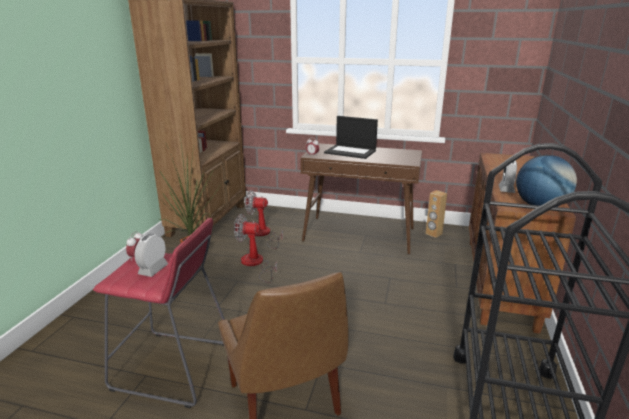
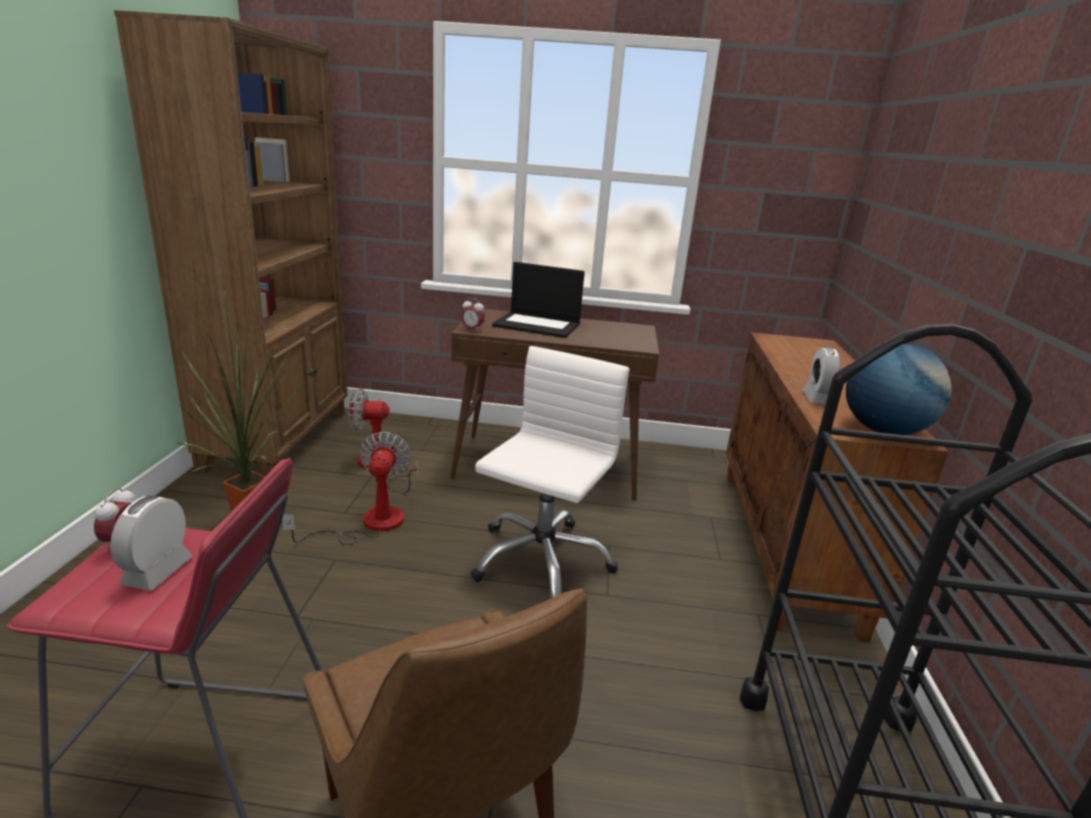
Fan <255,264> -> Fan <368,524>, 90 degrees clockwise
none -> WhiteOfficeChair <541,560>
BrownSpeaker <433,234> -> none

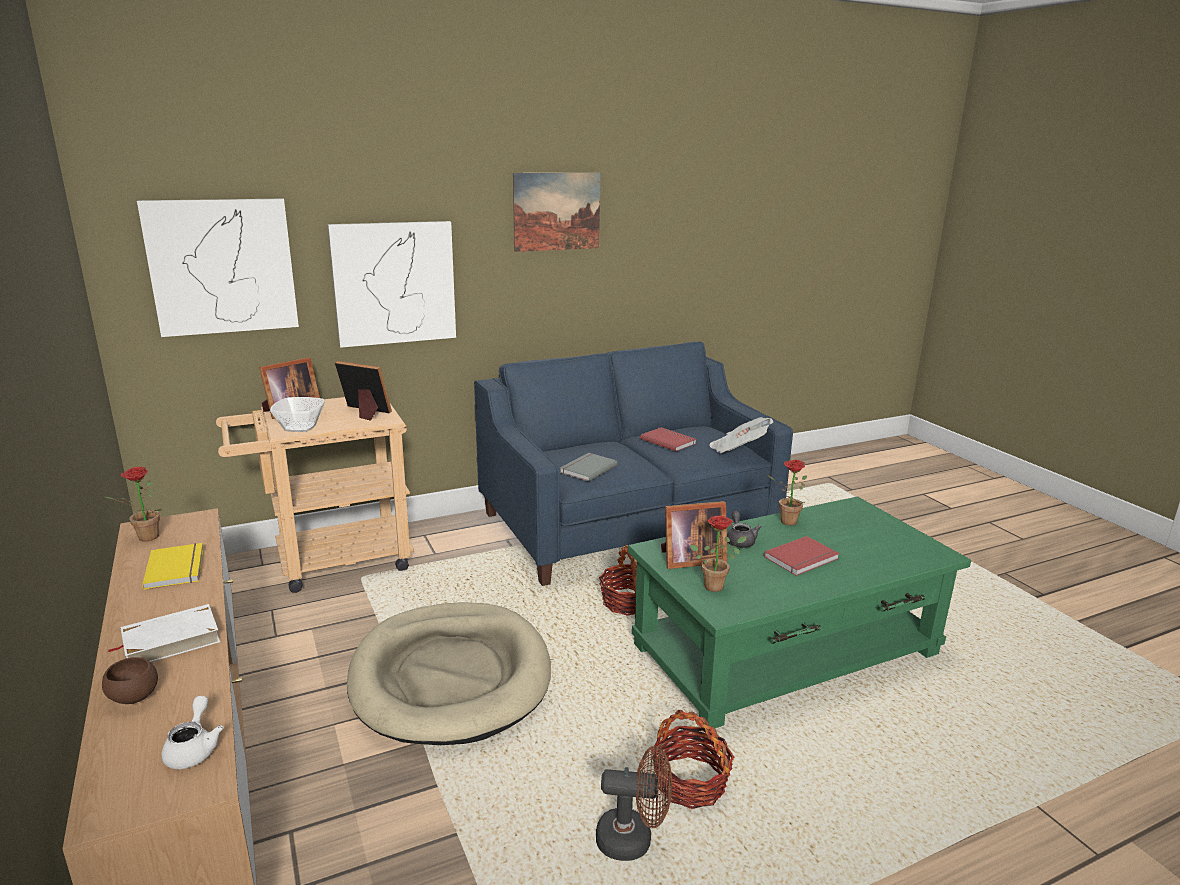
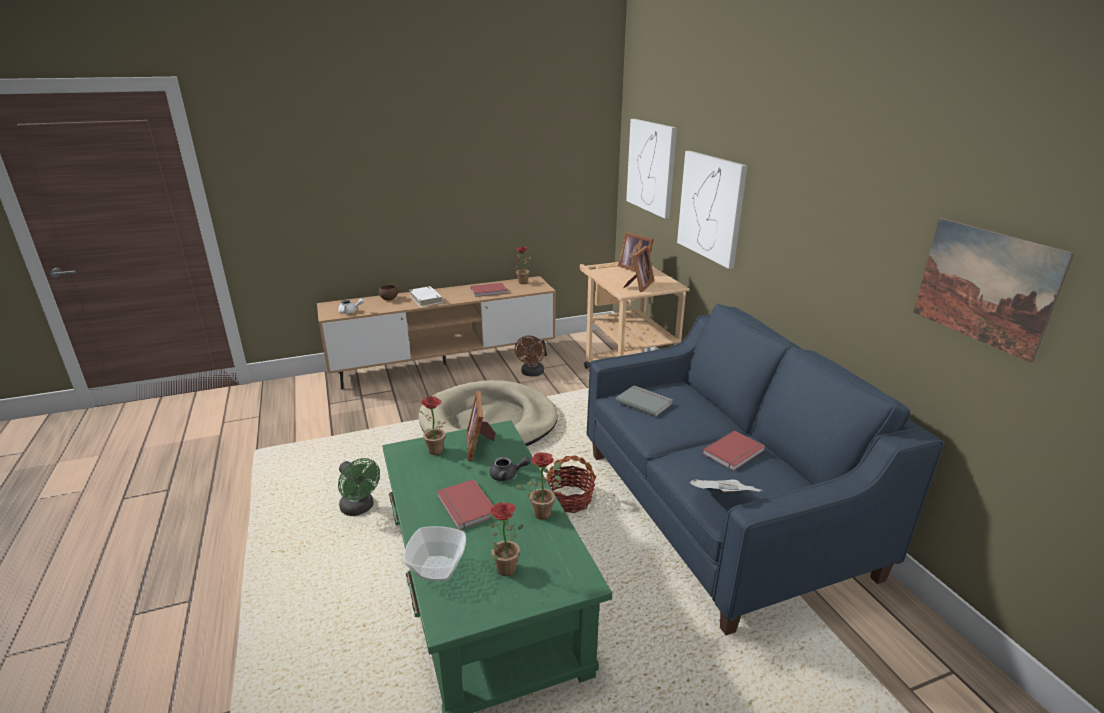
Basket <689,783> -> GreenFan <360,508>
Bowl <299,427> -> Bowl <437,568>, shifted
YellowBook <177,568> -> RedBook <489,291>
none -> PottedPlant <503,567>
BrownFan <633,839> -> BrownFan <532,373>, shifted
Picture <557,211> -> Picture <985,286>, shifted

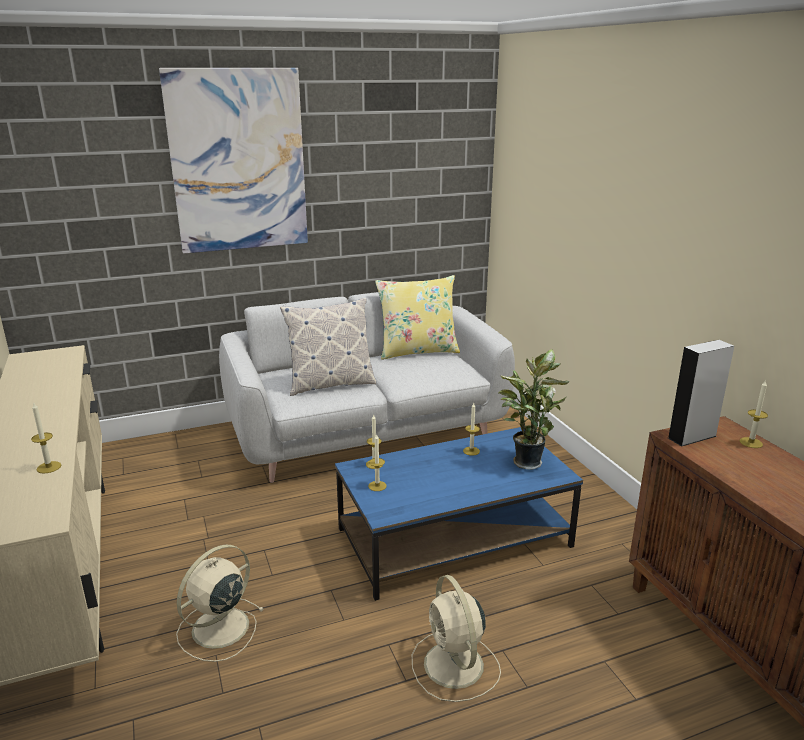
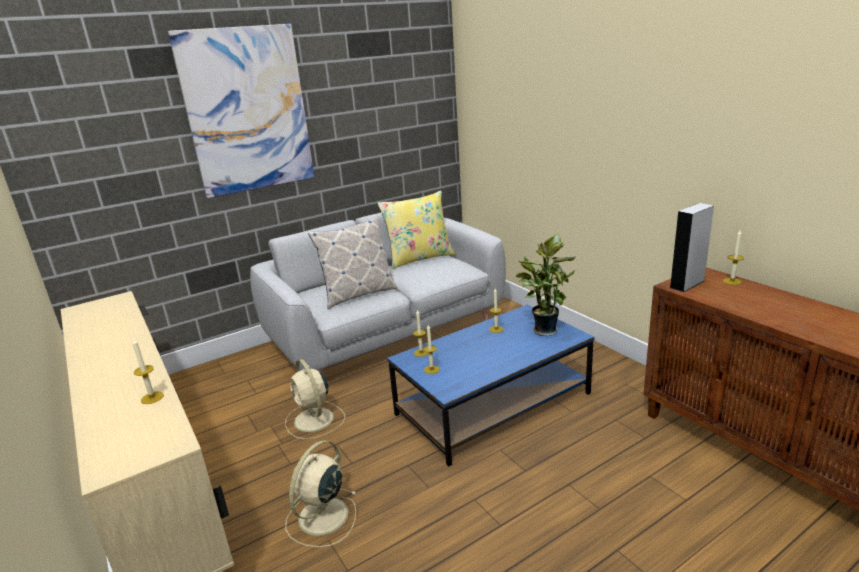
BeigeFan <454,666> -> BeigeFan <314,420>, shifted

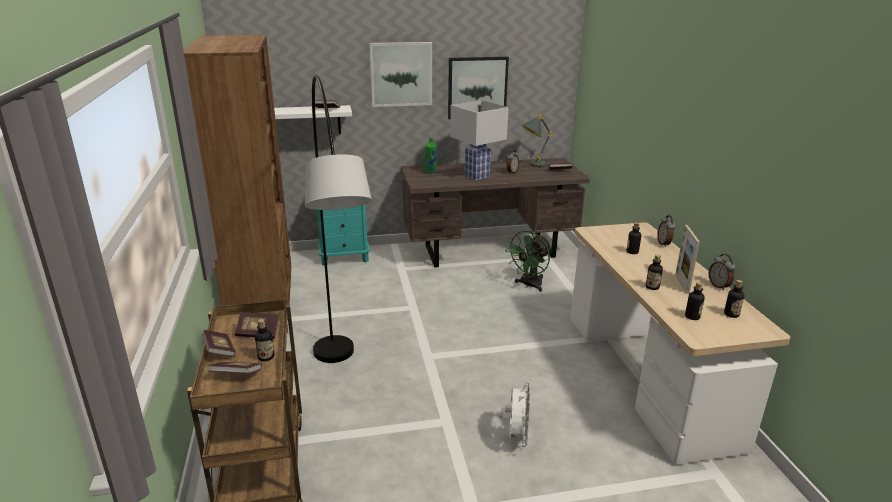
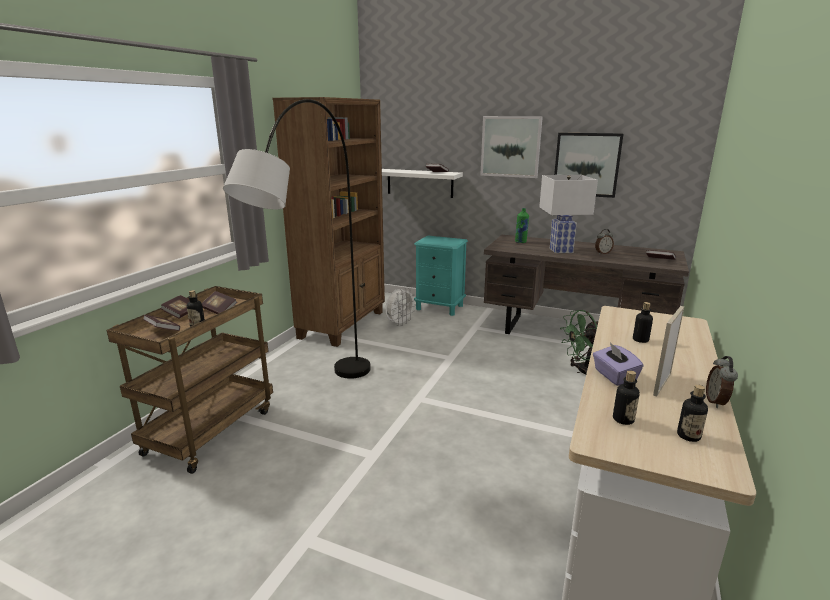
WhiteFan <515,438> -> WhiteFan <399,323>, shifted
Bottle <652,287> -> PurpleTissueBox <614,376>
GreyTableLamp <532,165> -> none
AlarmClock <664,244> -> none

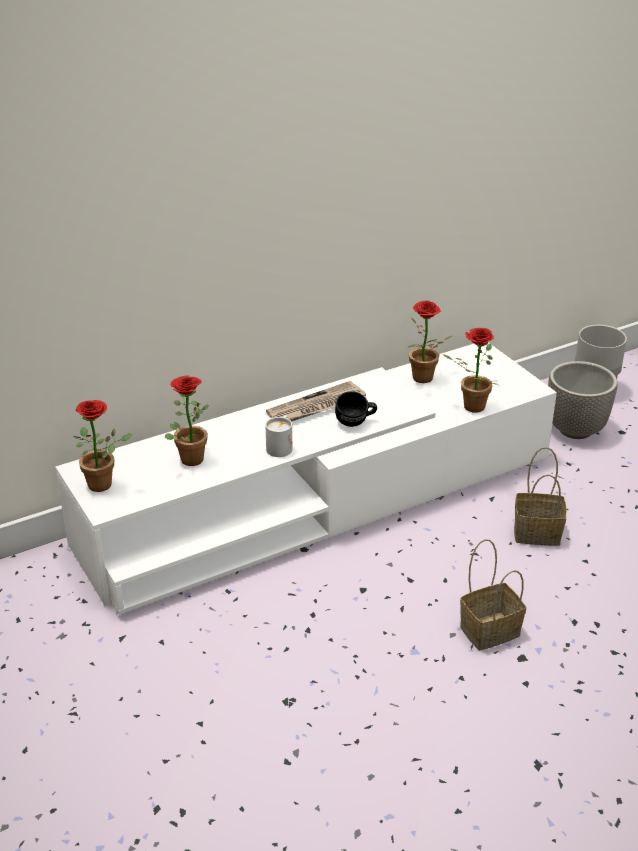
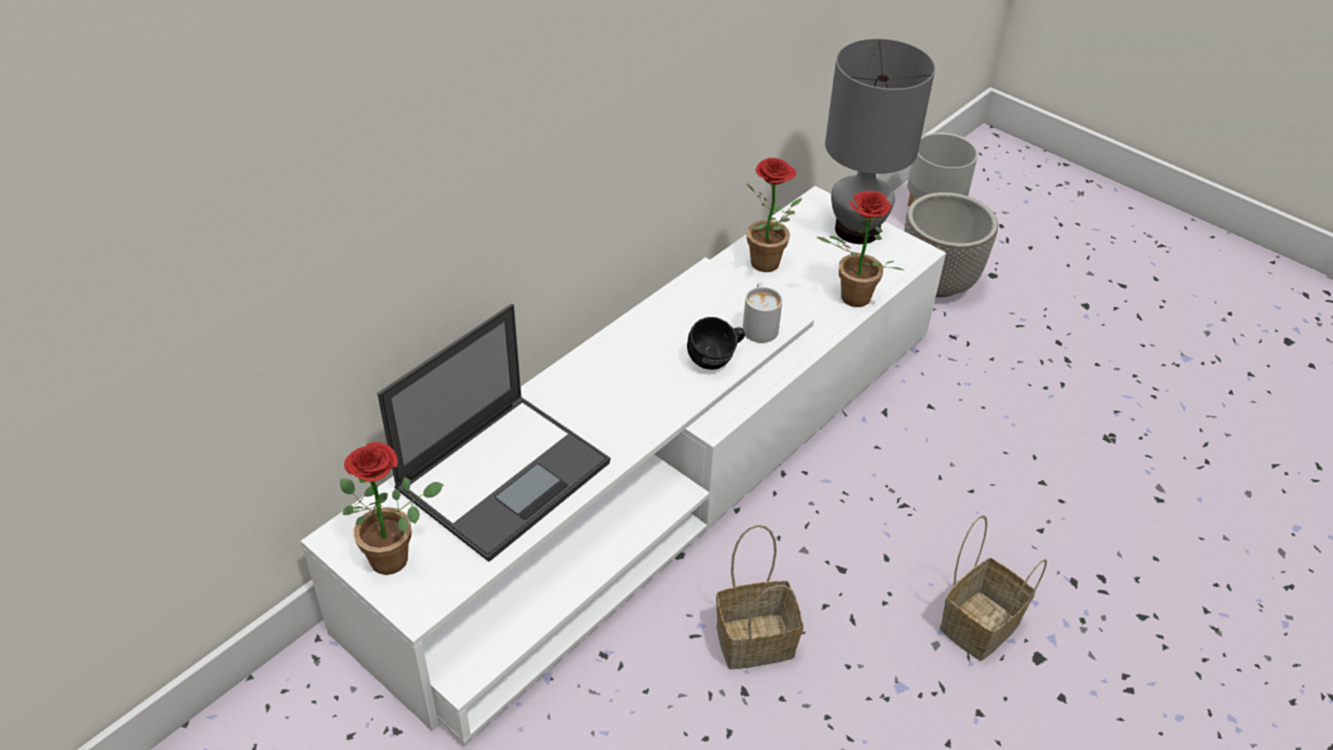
PottedPlant <189,456> -> Laptop <505,474>
Basket <538,532> -> Basket <757,639>, shifted
WhiteMug <281,446> -> WhiteMug <759,325>, shifted
none -> GreyTableLamp <856,230>
Newspaper <316,407> -> none

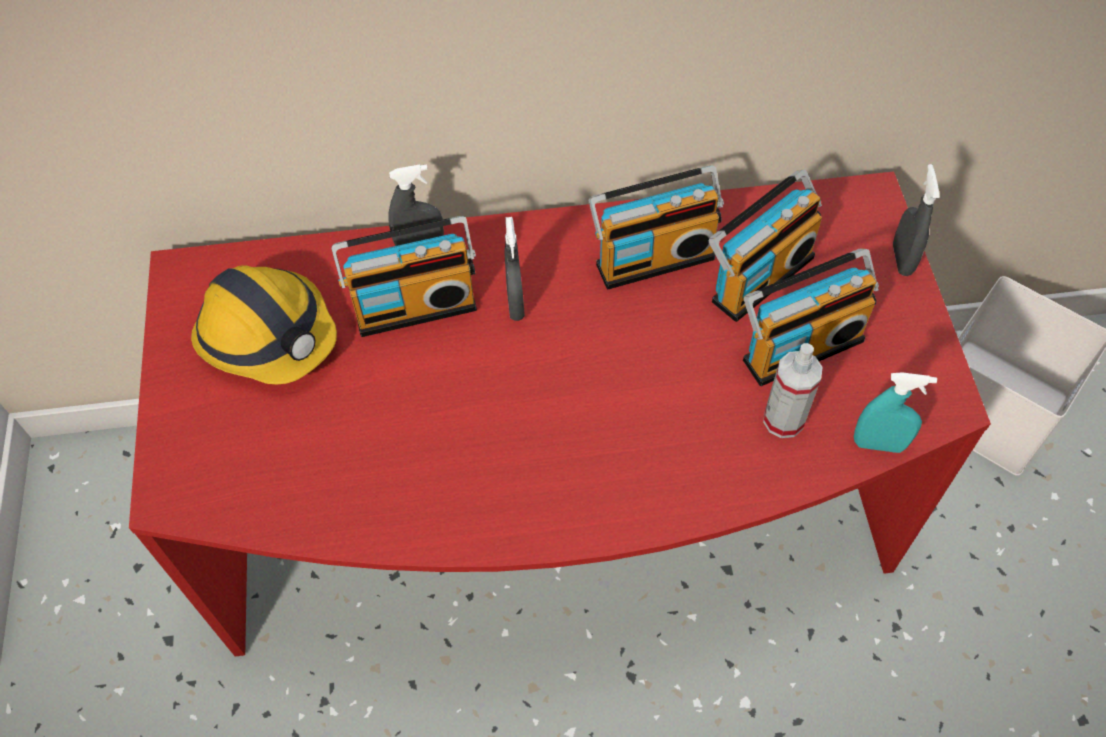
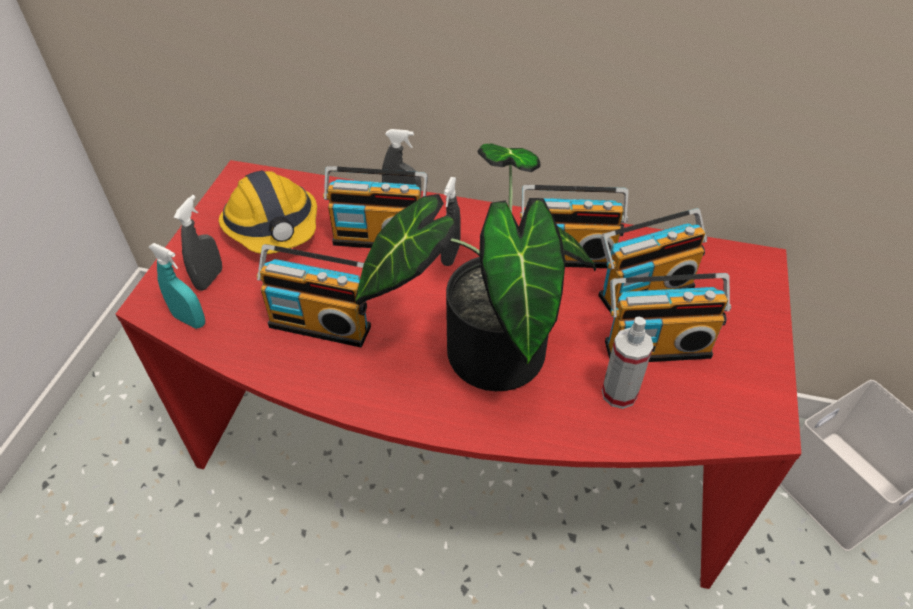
TurquoiseSprayBottle <879,444> -> TurquoiseSprayBottle <190,320>, shifted
GreySprayBottle <902,259> -> GreySprayBottle <209,279>, shifted
none -> Radio <322,323>
none -> PottedPlant <484,349>

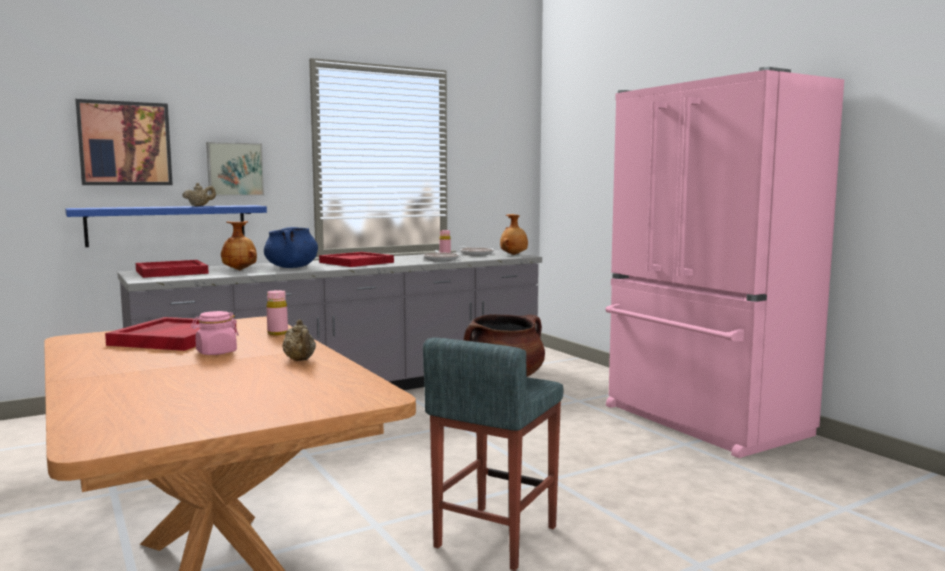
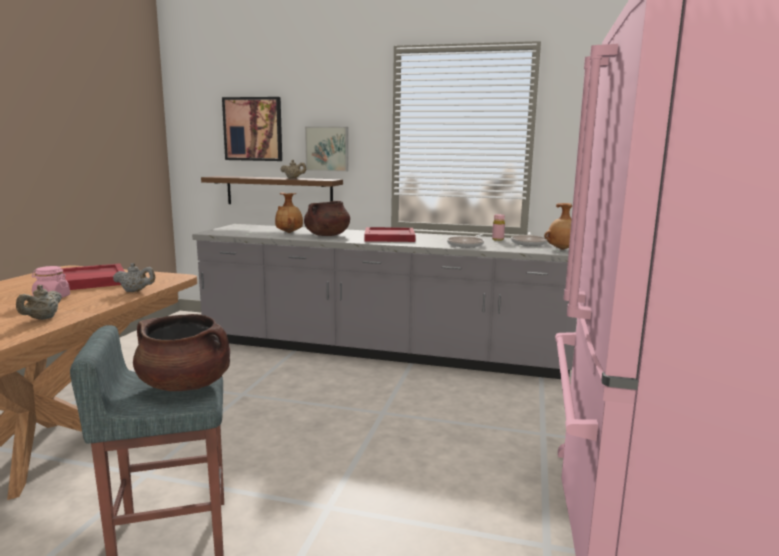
PinkBottle <277,333> -> GreyTeapot <135,291>
BlueShelf <167,225> -> BrownShelf <279,192>
BlueCookingPot <291,267> -> BrownCookingPot <327,235>
RedTray <171,272> -> none

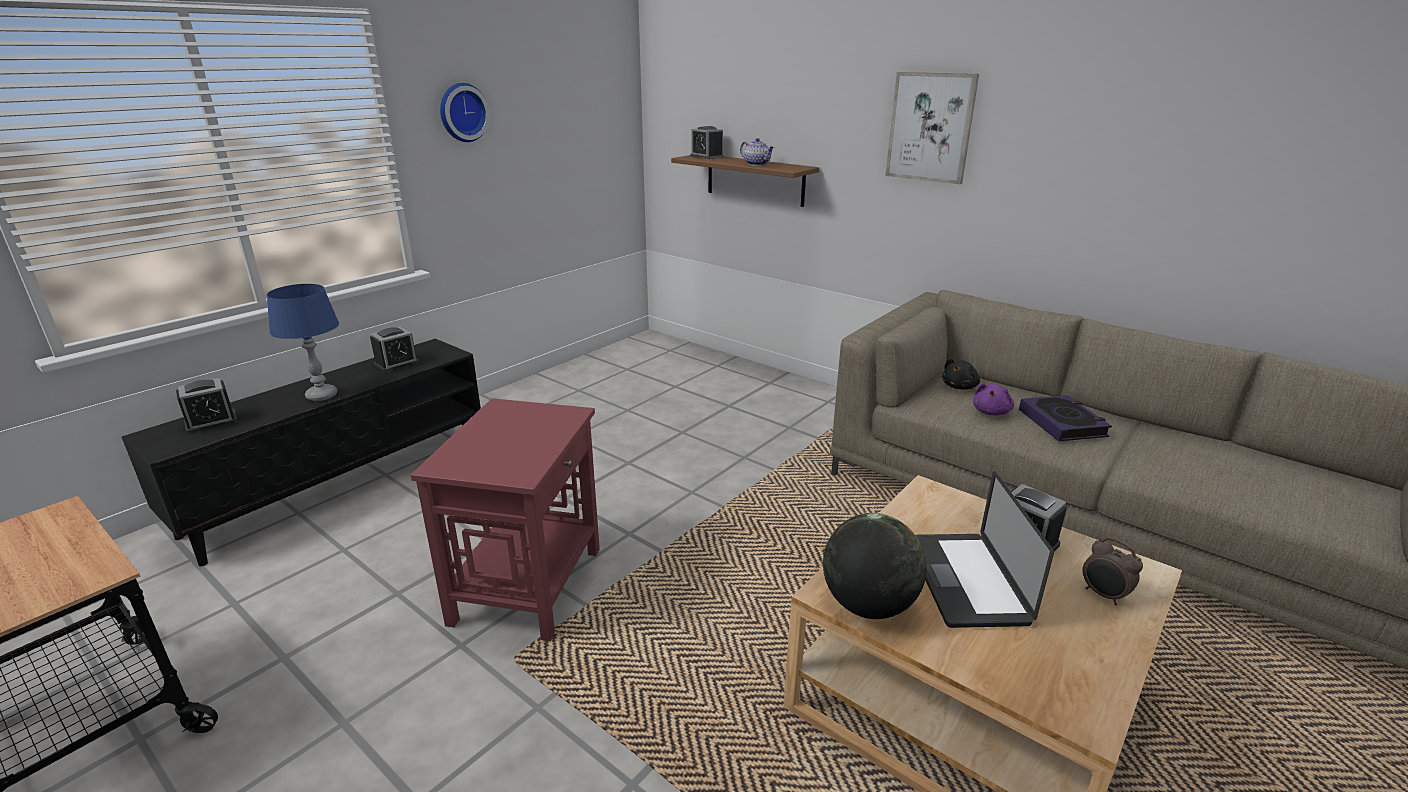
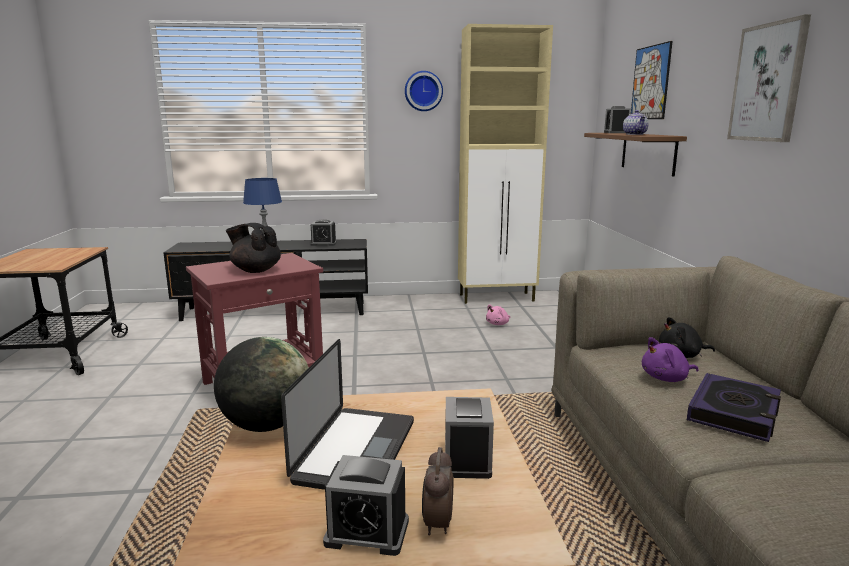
none -> BlackTeapot <255,270>
Laptop <965,580> -> Laptop <356,451>, 150 degrees clockwise
AlarmClock <211,422> -> AlarmClock <367,532>, shifted
none -> BeigeCabinet <497,298>
none -> PinkPlushToy <498,324>
none -> Picture <650,82>

